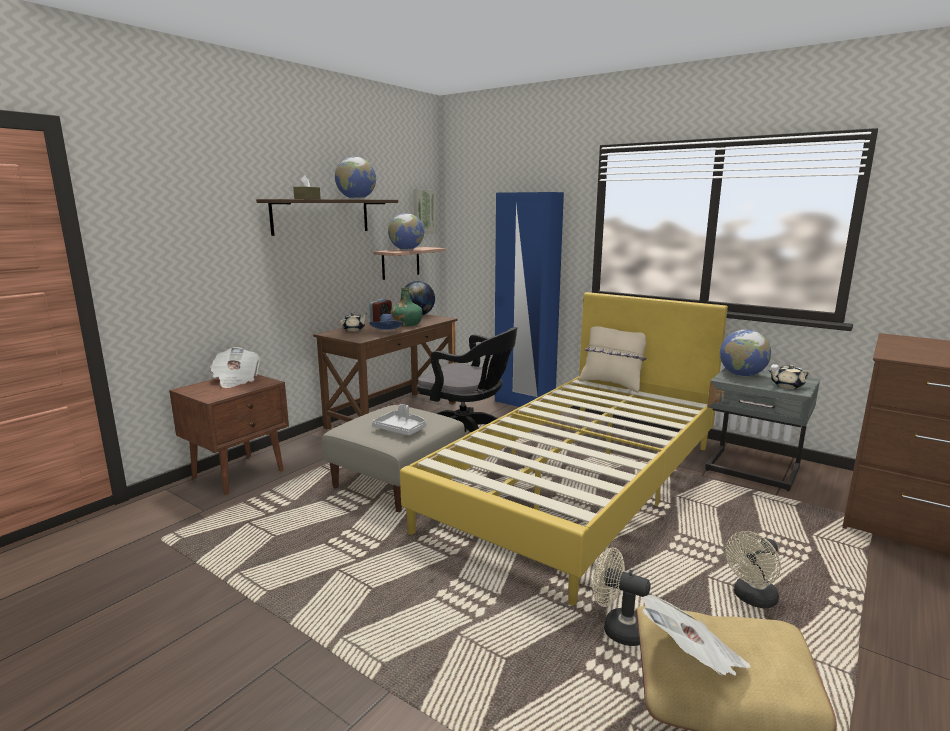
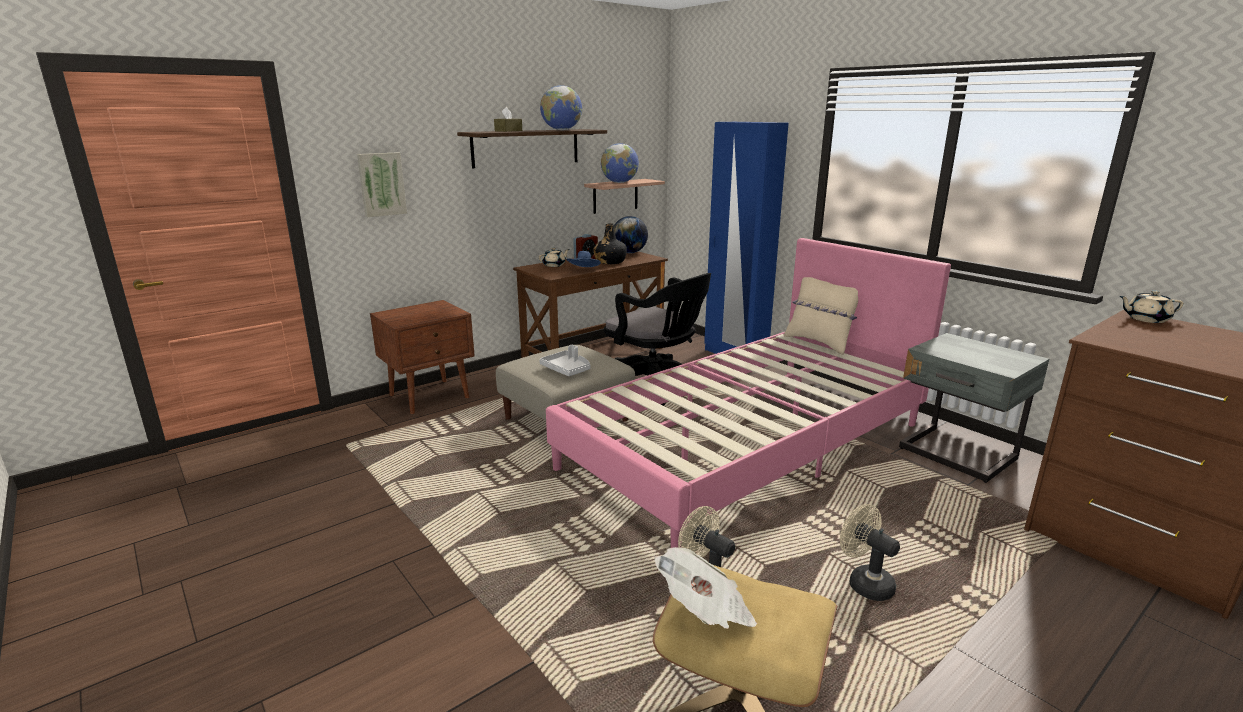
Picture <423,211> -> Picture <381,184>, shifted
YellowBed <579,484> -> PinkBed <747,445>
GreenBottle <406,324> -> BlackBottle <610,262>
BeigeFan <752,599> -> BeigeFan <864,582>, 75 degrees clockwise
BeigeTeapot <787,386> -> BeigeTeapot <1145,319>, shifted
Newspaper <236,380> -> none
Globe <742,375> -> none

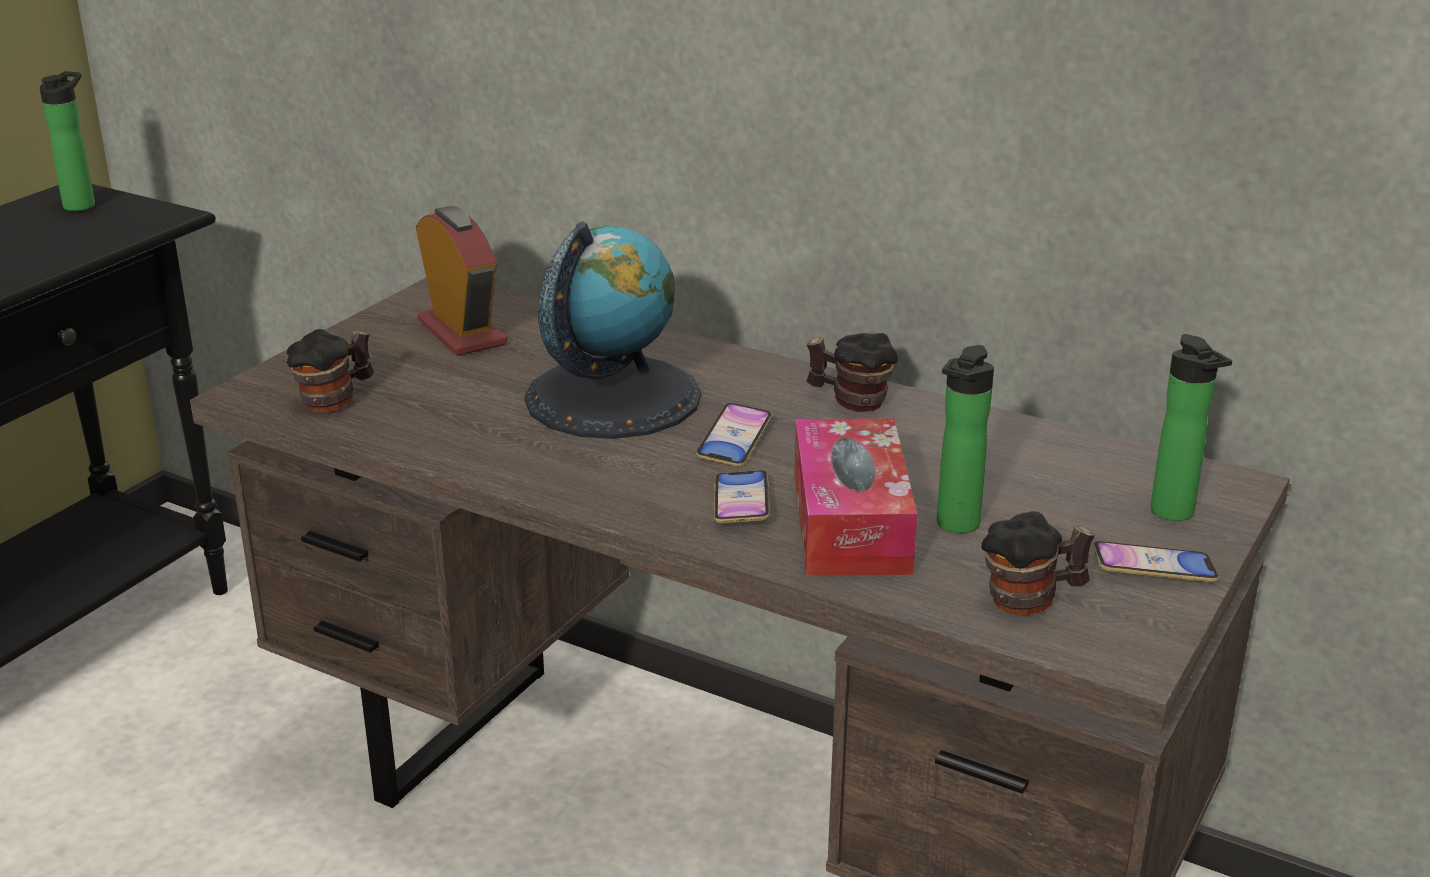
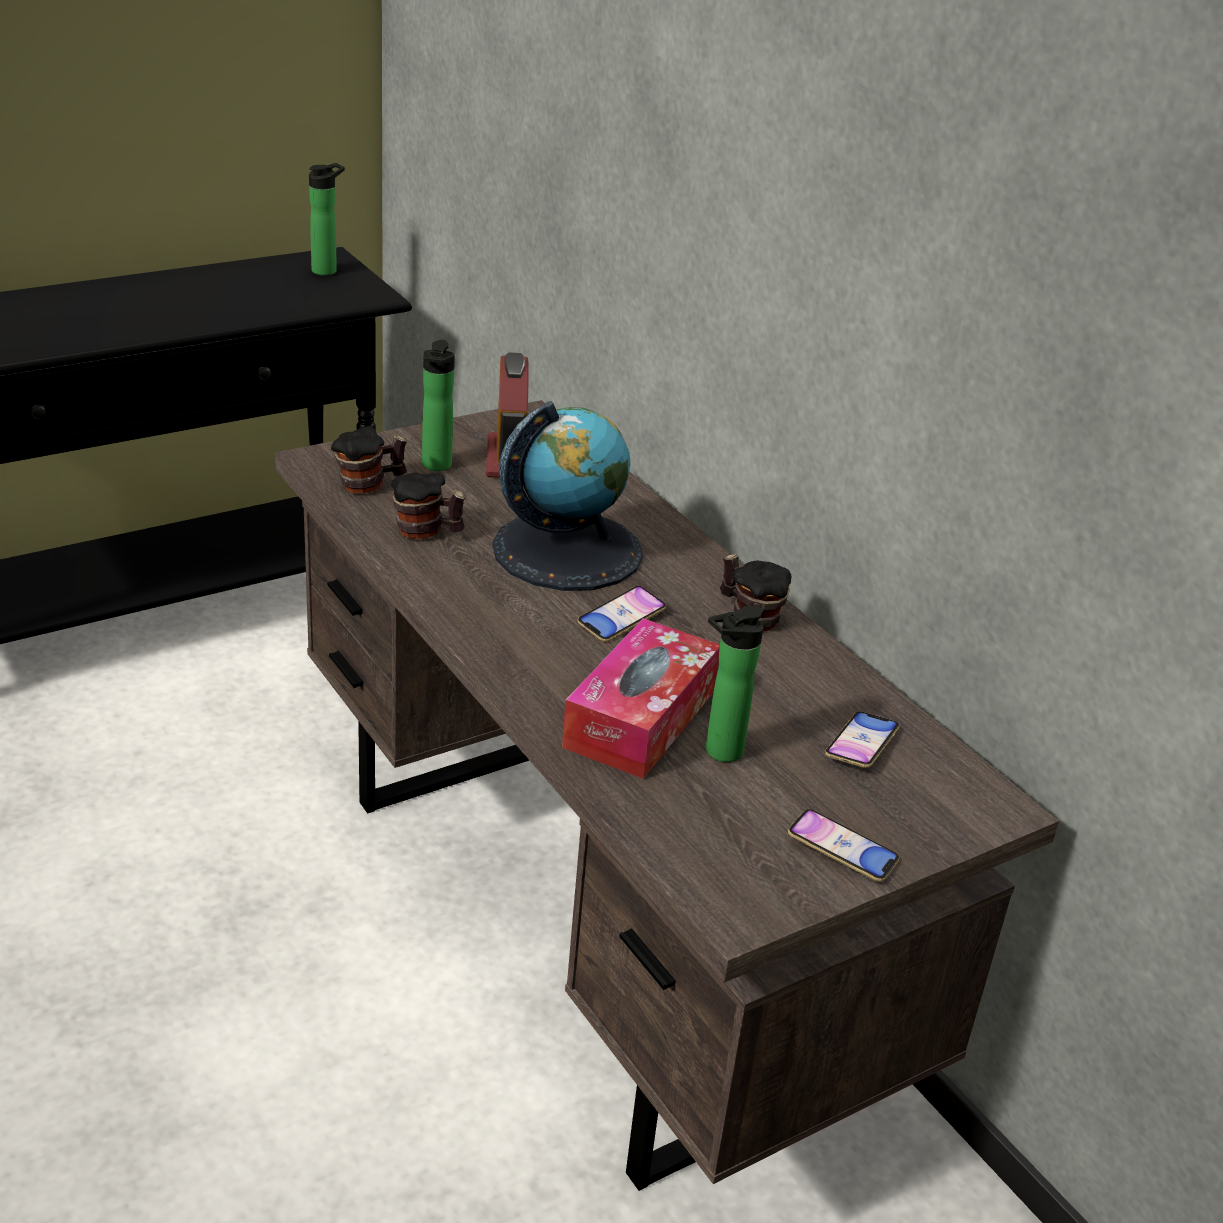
Mug <1032,600> -> Mug <426,533>, shifted
Bottle <1176,514> -> Bottle <435,467>, shifted
Phone <741,504> -> Phone <861,745>, shifted

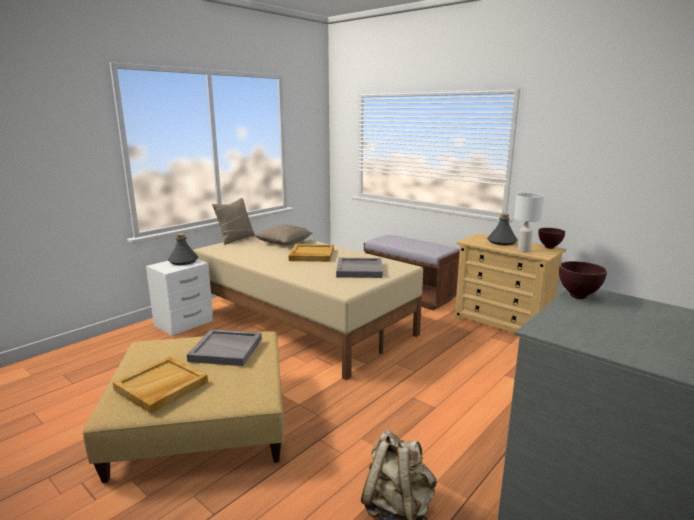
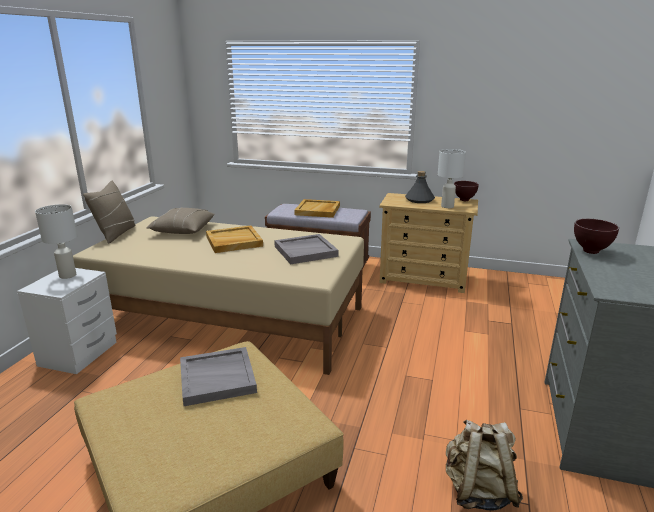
GreyBottle <183,261> -> WhiteTableLamp <68,275>
BeigeTray <161,387> -> BeigeTray <318,210>, shifted

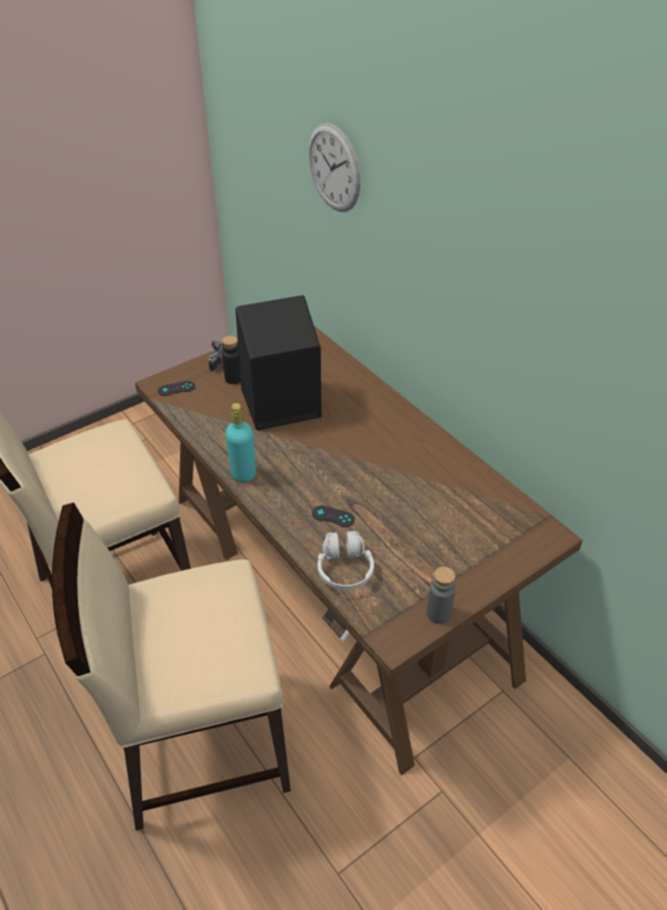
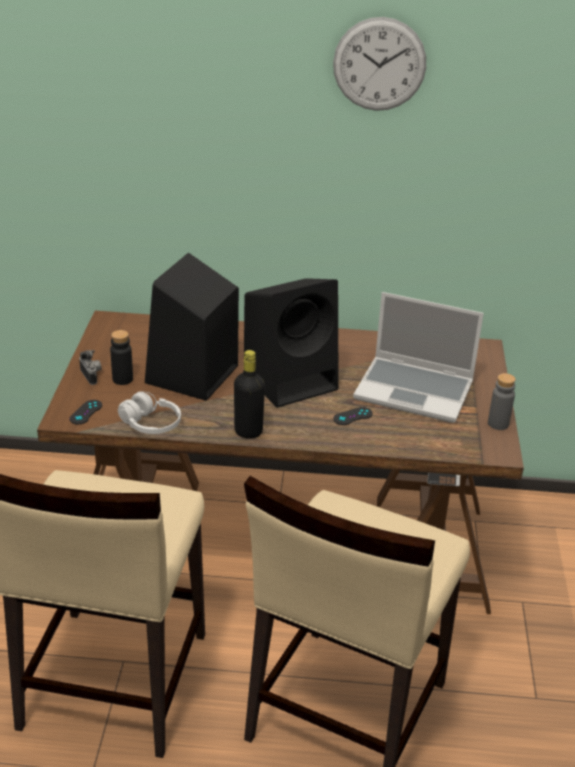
WhiteHeadphones <344,569> -> WhiteHeadphones <151,424>, shifted
TurquoiseBottle <243,474> -> BlackBottle <248,432>
none -> BlackSpeaker <292,380>
WallClock <334,168> -> WallClock <379,64>, shifted
none -> Laptop <415,391>

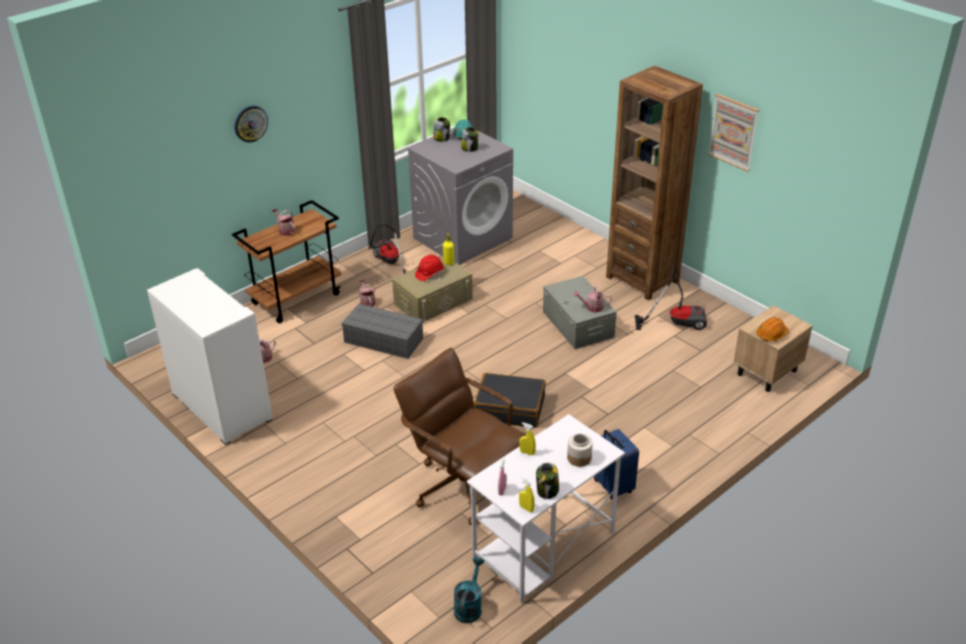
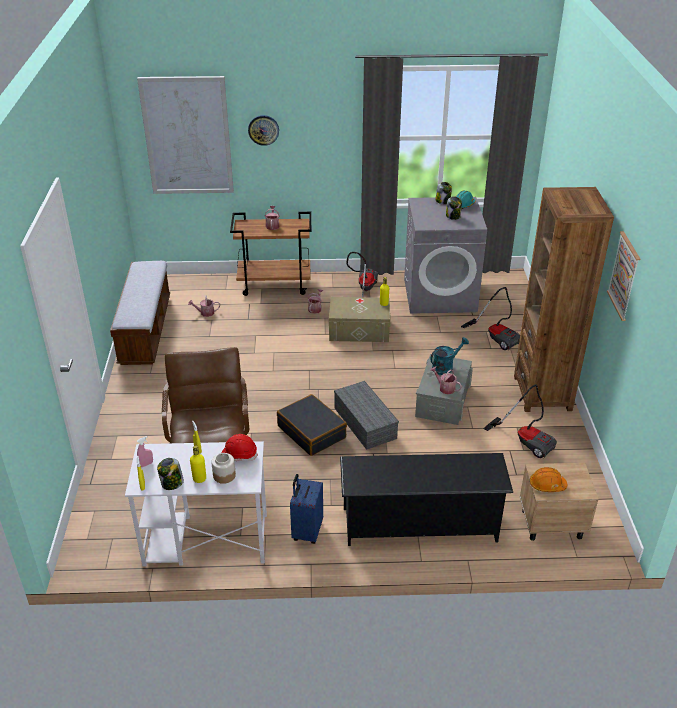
WhiteCabinet <220,407> -> Bench <145,330>
none -> Picture <187,136>
none -> YellowBottle <199,479>
RedHardHat <429,274> -> RedHardHat <238,455>, shifted
GreyStorageBox <382,340> -> GreyStorageBox <364,422>, shifted
none -> BlackShoeRack <420,525>
TurquoiseWateringCan <469,606> -> TurquoiseWateringCan <445,367>, shifted
none -> VacuumCleaner <496,337>

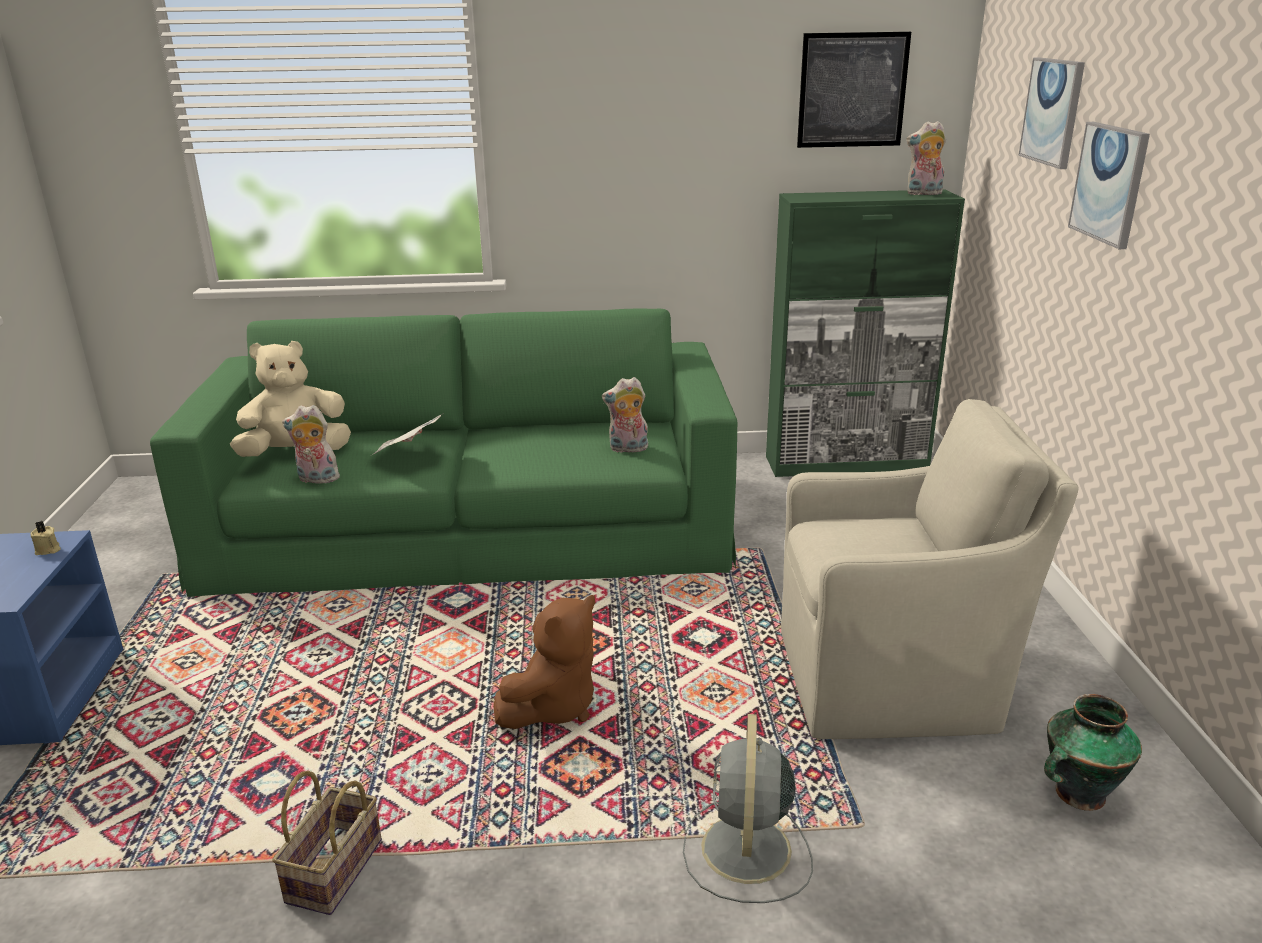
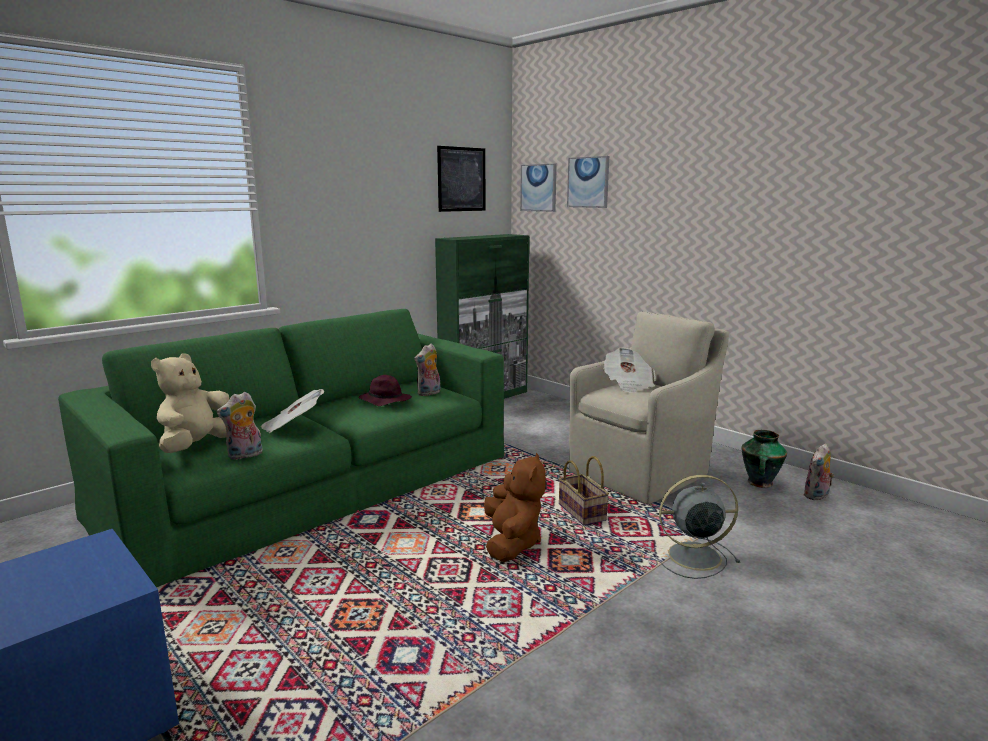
none -> PurpleHat <384,401>
Picture <1109,183> -> Picture <539,188>, shifted
Basket <335,873> -> Basket <583,513>, shifted
none -> Newspaper <628,384>
GreyFan <746,852> -> GreyFan <691,556>, 120 degrees clockwise
PlushToy <923,194> -> PlushToy <817,496>, shifted
BeigeCandle <48,550> -> none

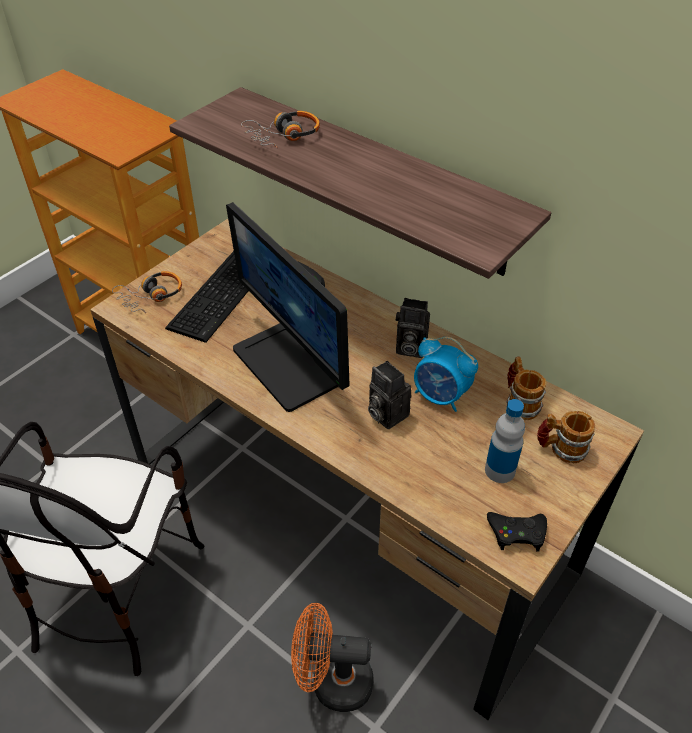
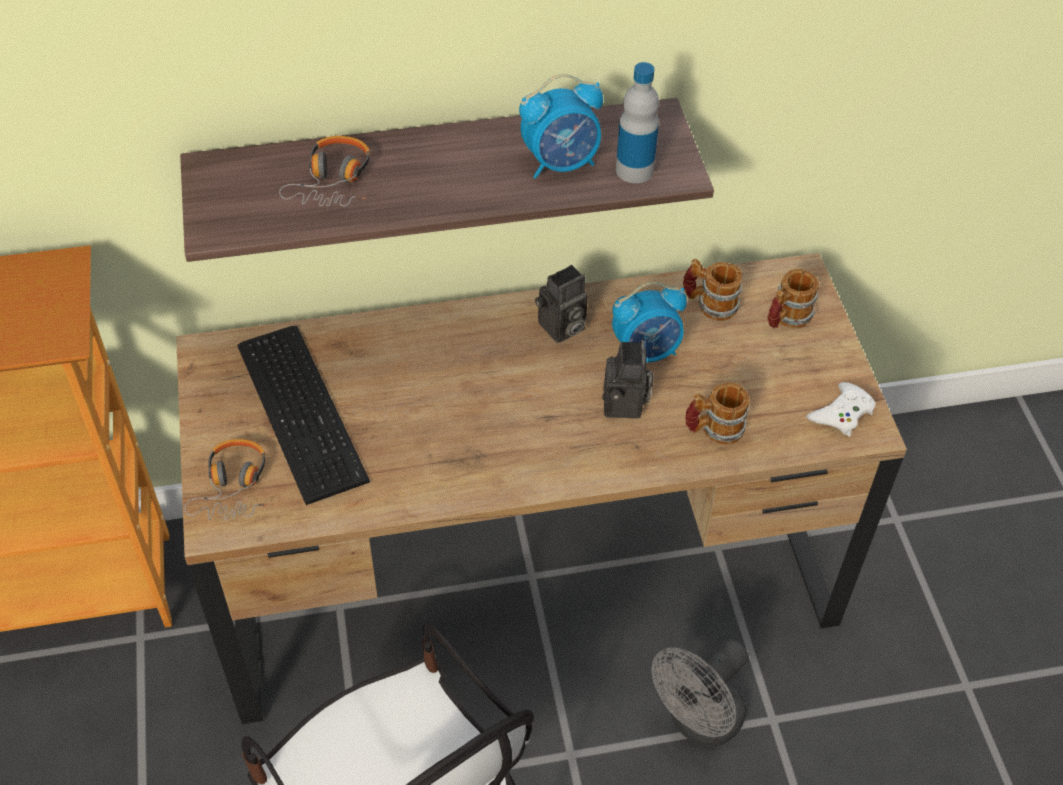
none -> AlarmClock <561,163>
PhotoCamera <385,414> -> PhotoCamera <625,406>, 90 degrees counterclockwise
Bottle <500,470> -> Bottle <634,170>, shifted
OrangeFan <332,682> -> GreyFan <698,722>
none -> Mug <714,429>
BlackGameController <517,533> -> WhiteGameController <842,413>
Monitor <291,364> -> none

